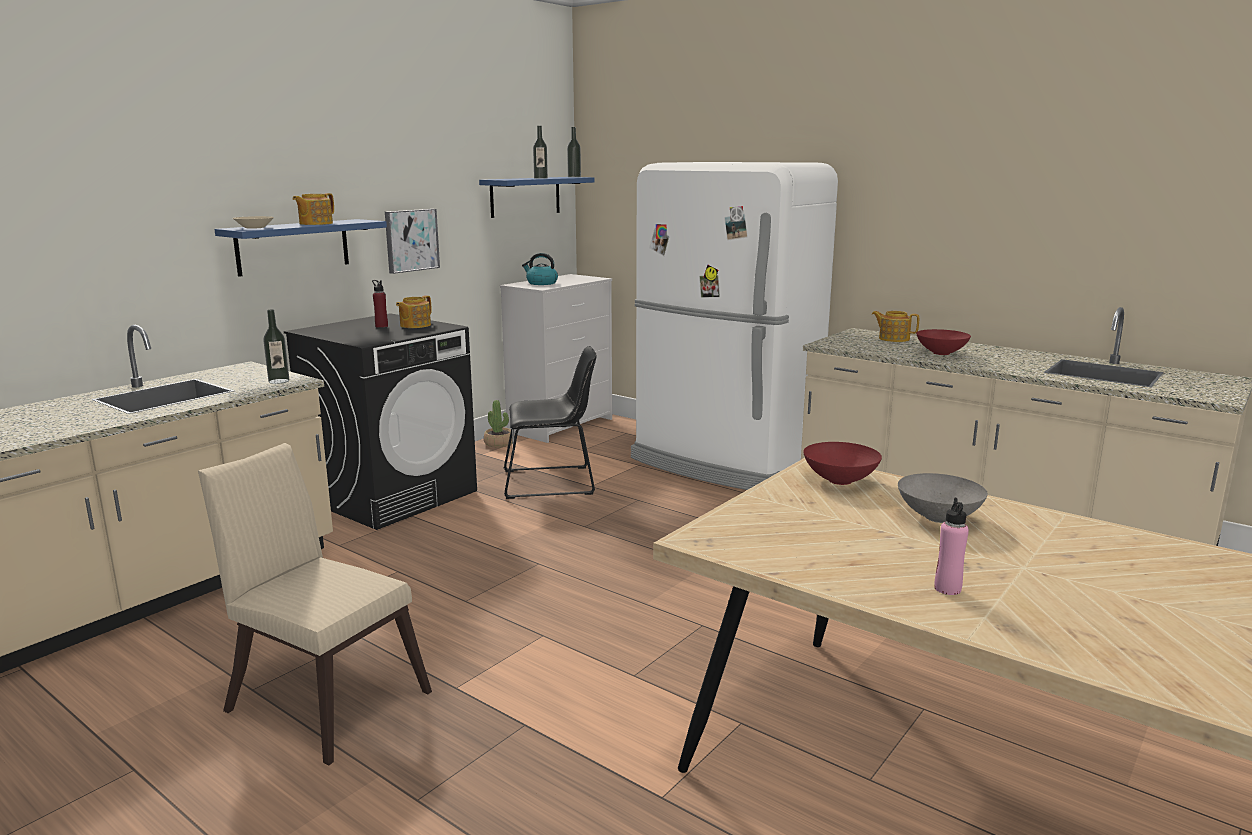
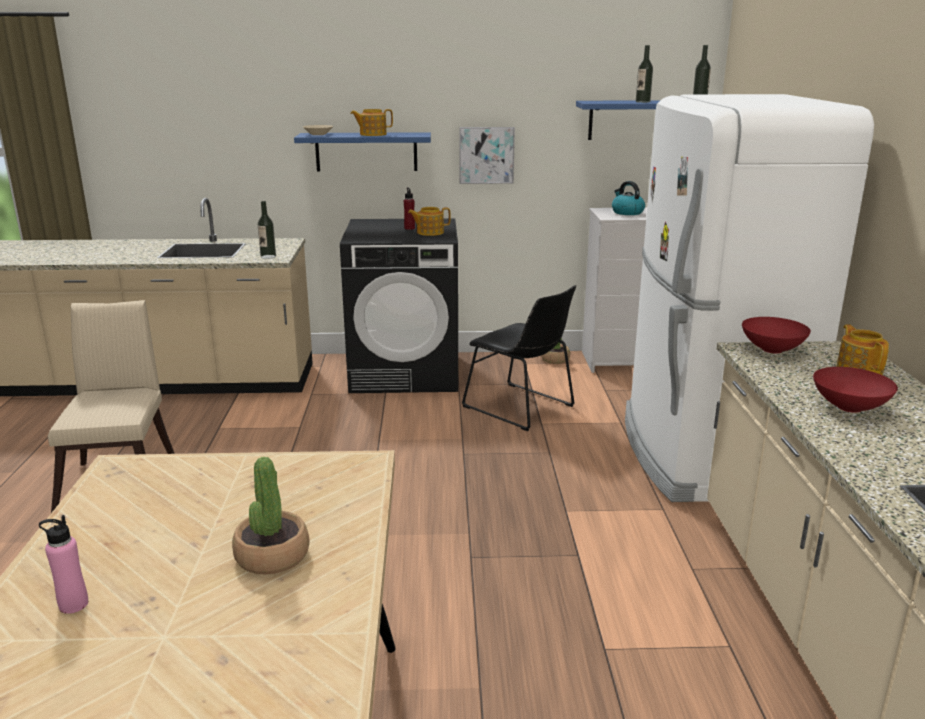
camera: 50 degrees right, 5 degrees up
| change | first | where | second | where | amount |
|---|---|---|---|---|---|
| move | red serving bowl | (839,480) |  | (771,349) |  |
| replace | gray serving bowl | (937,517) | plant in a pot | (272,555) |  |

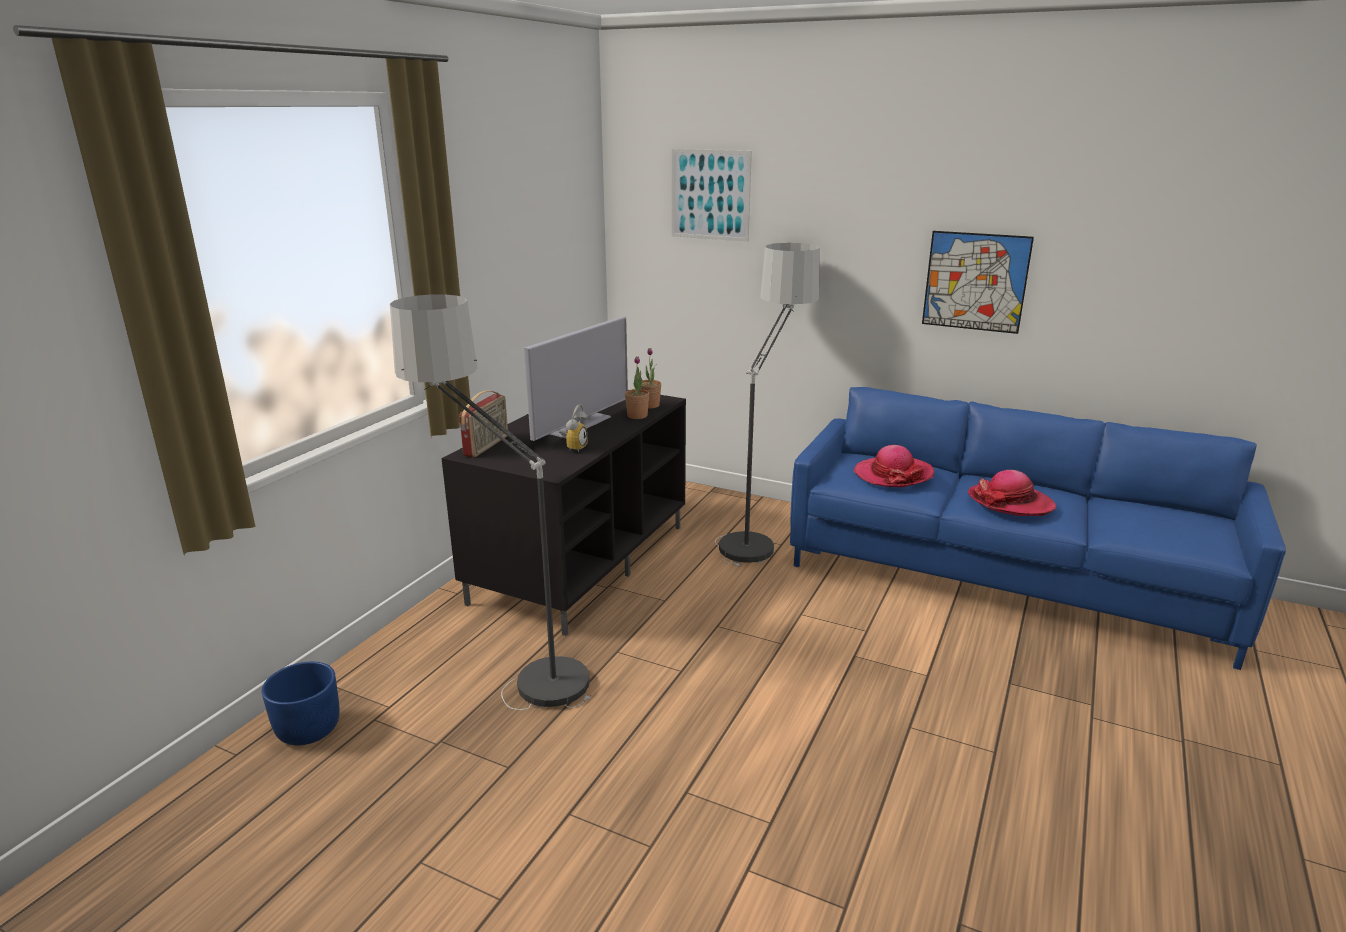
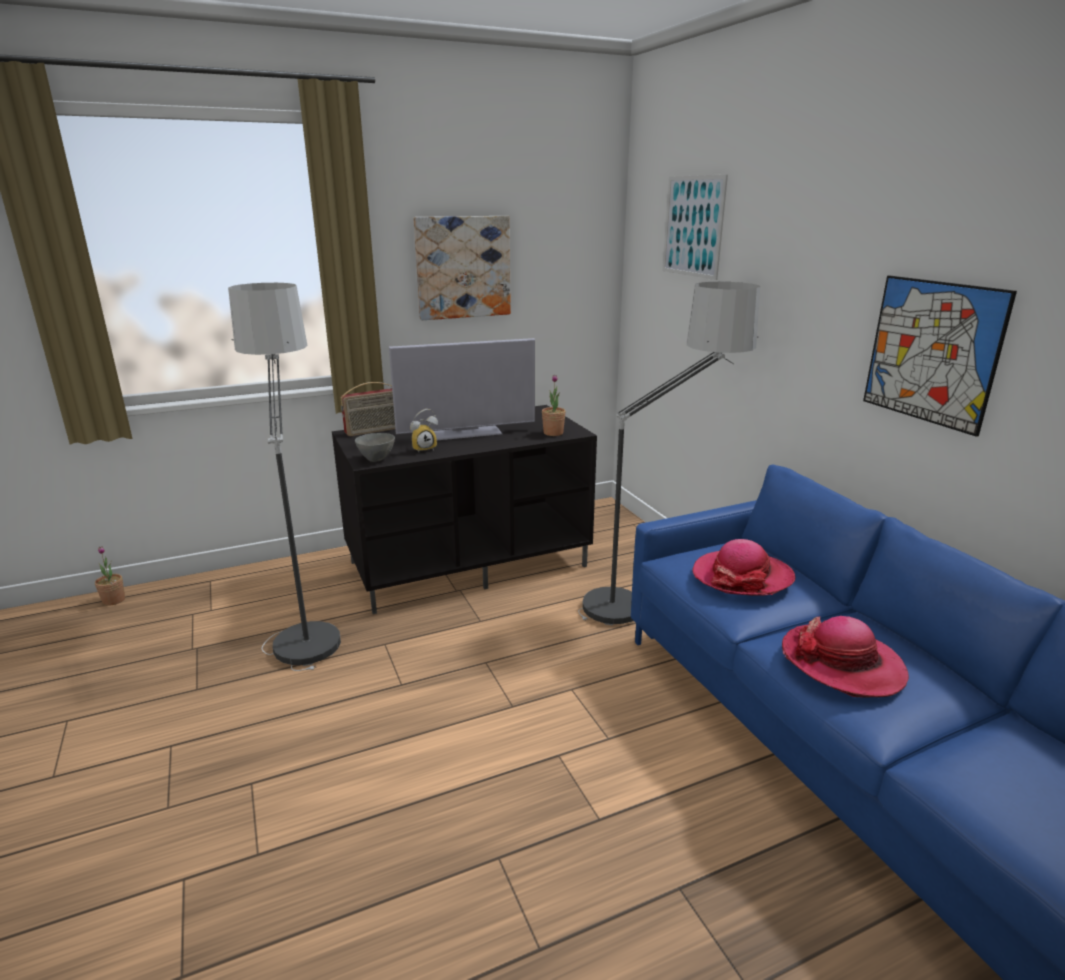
camera: 40 degrees right, 0 degrees up
| change | first | where | second | where | amount |
|---|---|---|---|---|---|
| delete | blue-coloured flower pot | (309,729) |  |  |  |
| insert |  |  | gray serving bowl | (376,459) |  |
| insert |  |  | wall art | (463,267) |  |
| move | plant in a pot | (637,416) |  | (114,600) |  |

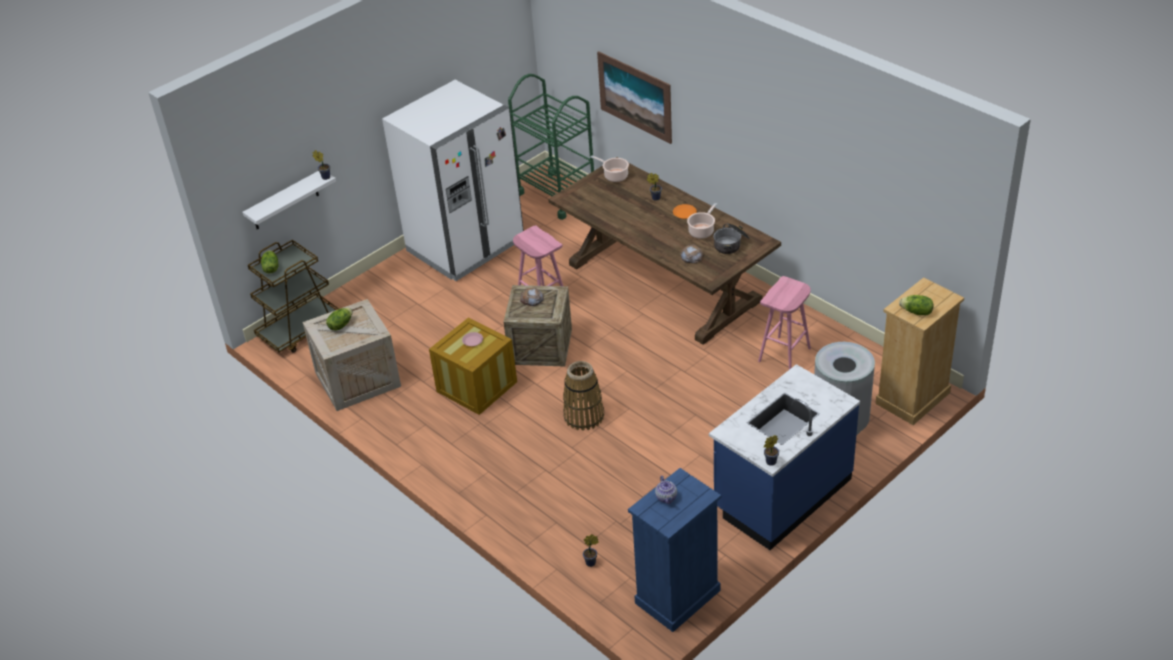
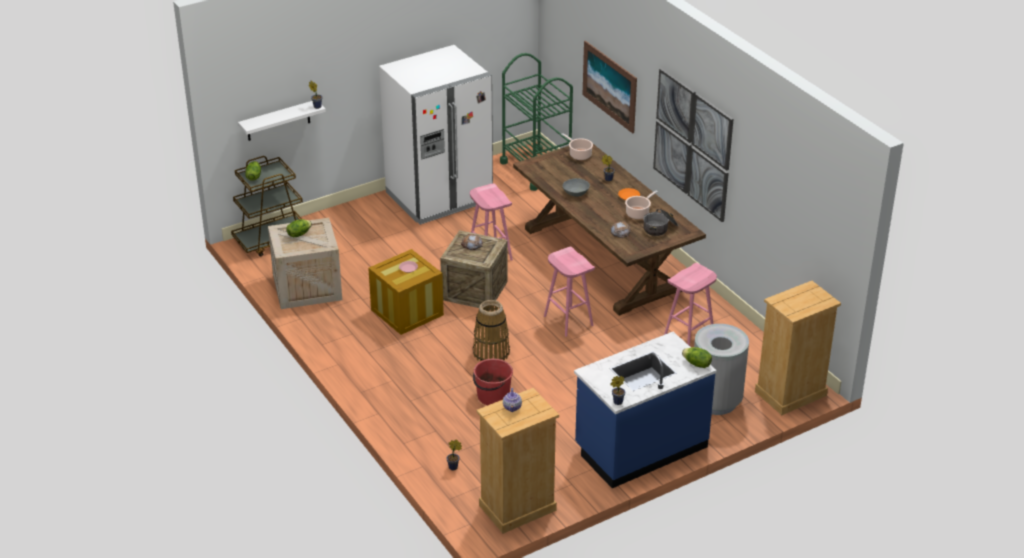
camera: 10 degrees right, 5 degrees down
| change | first | where | second | where | amount |
|---|---|---|---|---|---|
| insert |  |  | red bucket | (492,396) |  |
| insert |  |  | pinkish sitting stool | (567,320) |  |
| insert |  |  | gray serving bowl | (576,193) |  |
| insert |  |  | wall art | (692,144) |  |
| move | lettuce head | (916,312) |  | (696,364) |  |
| recolor | blue-coloured chest of drawers | (677,597) | beige-coloured chest of drawers | (517,508) |  |

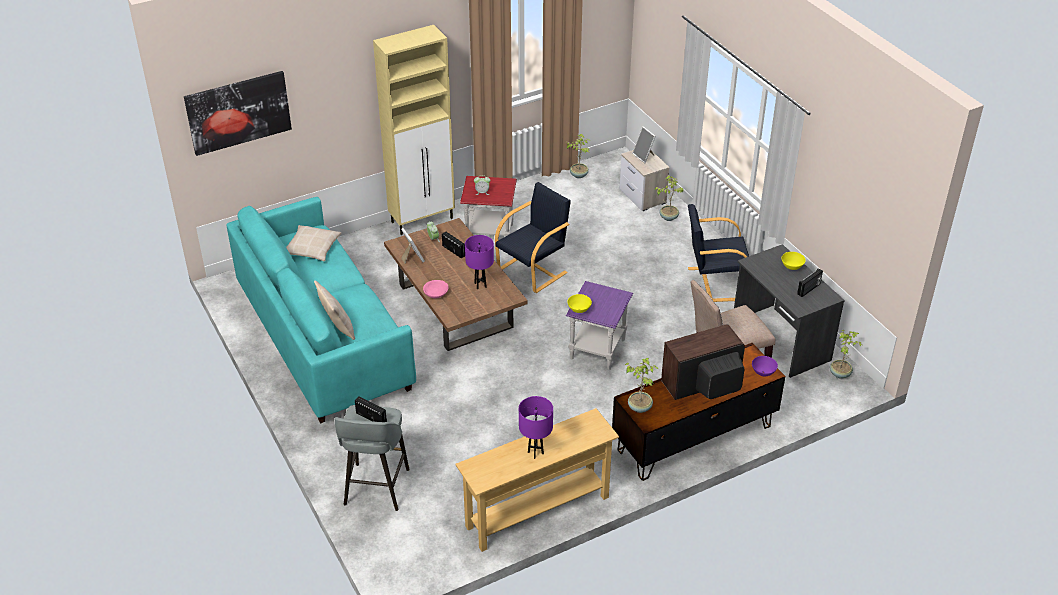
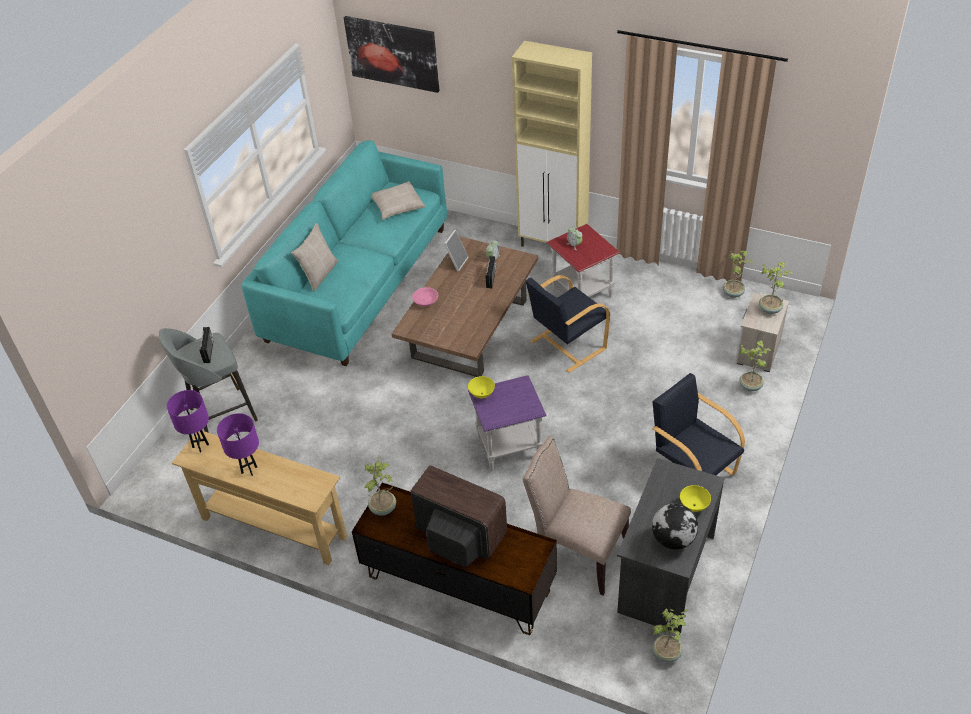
camera: 55 degrees right, 5 degrees up
| change | first | where | second | where | amount |
|---|---|---|---|---|---|
| delete | purple serving bowl | (763,373) |  |  |  |
| move | purple tabletop lamp | (480,285) |  | (200,446) |  |
| replace | standing frame | (644,156) | plant in a pot | (770,309) |  |
| replace | radio receiver | (809,289) | world globe | (673,539) |  |
| rotate | blackish armchair | (533,270) |  | (566,345) | 135 degrees clockwise |

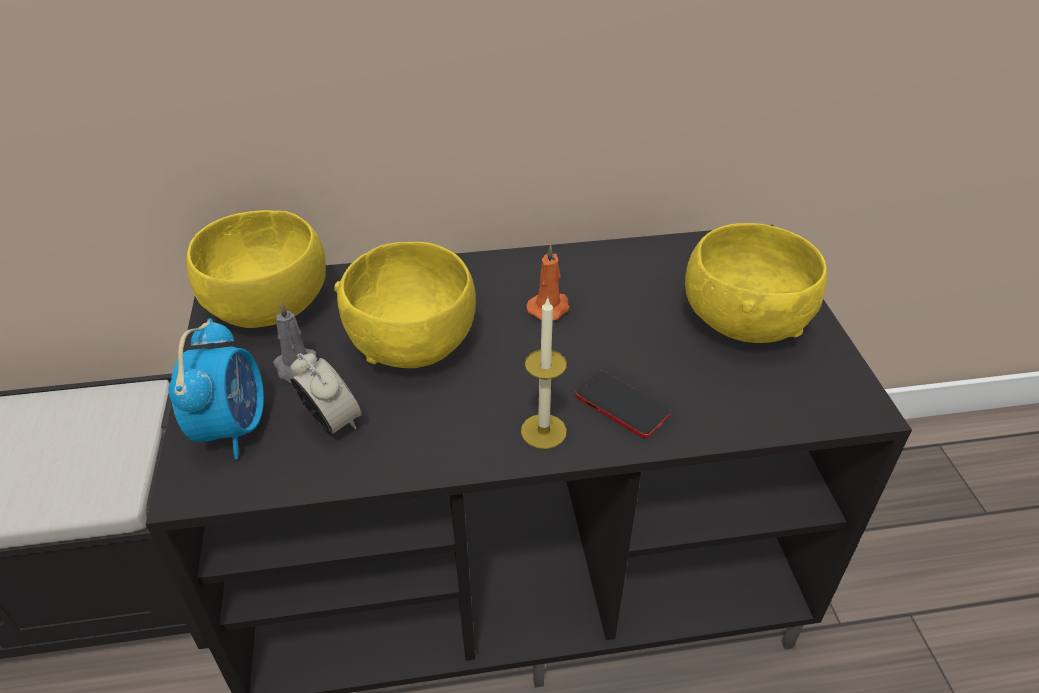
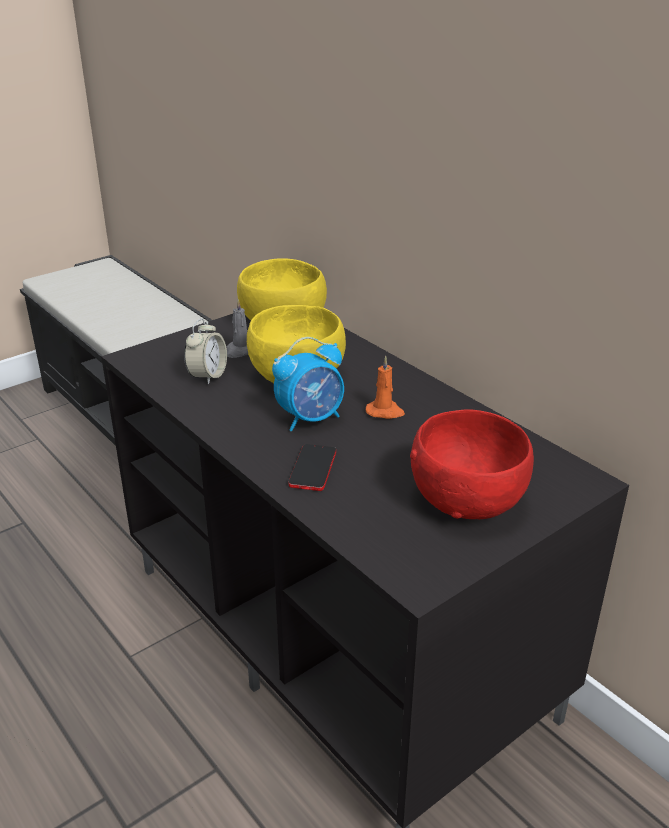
camera: 60 degrees right, 10 degrees down
| change | first | where | second | where | amount |
|---|---|---|---|---|---|
| delete | wax light | (543,431) |  |  |  |
| move | alarm clock | (232,428) |  | (311,418) |  |
| recolor | yellow-coloured serving bowl | (743,321) | red serving bowl | (466,499) |  |

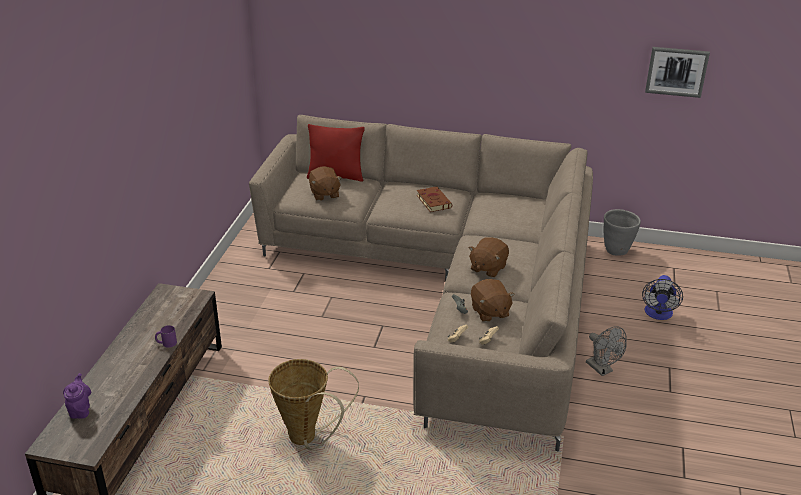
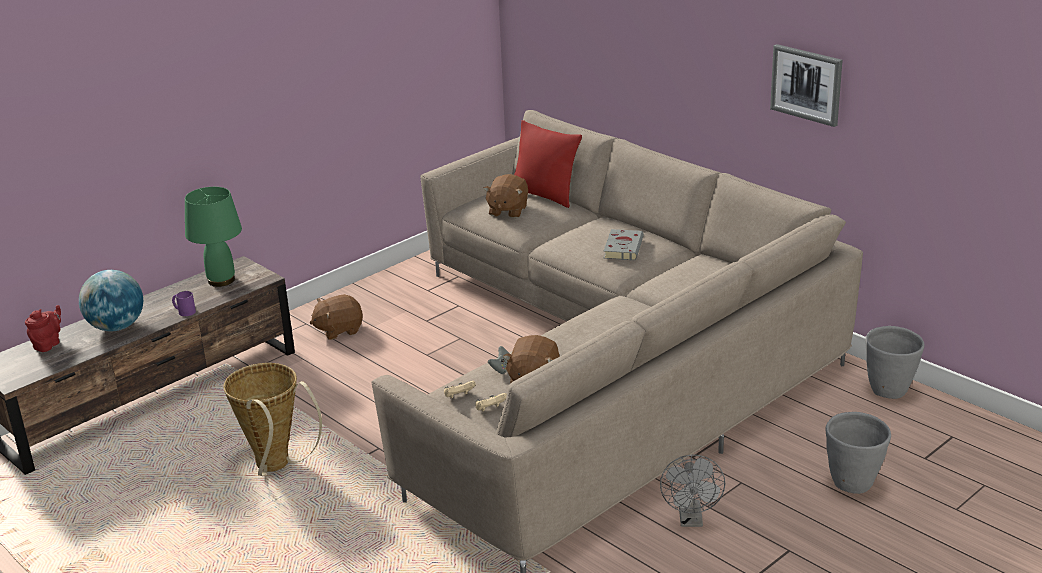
camera: 35 degrees right, 5 degrees down
| change | first | where | second | where | amount |
|---|---|---|---|---|---|
| insert |  |  | world globe | (116,327) |  |
| insert |  |  | green-coloured tabletop lamp | (221,281) |  |
| move | brown soft toy | (487,268) |  | (339,330) |  |
| move | wall art | (676,71) |  | (806,84) |  |
| replace | electric fan | (658,314) | gray flower pot | (853,484) |  |
| recolor | purple teapot | (80,409) | red teapot | (48,344) |  |
| recolor | brown book | (433,201) | gray book | (623,247) |  |

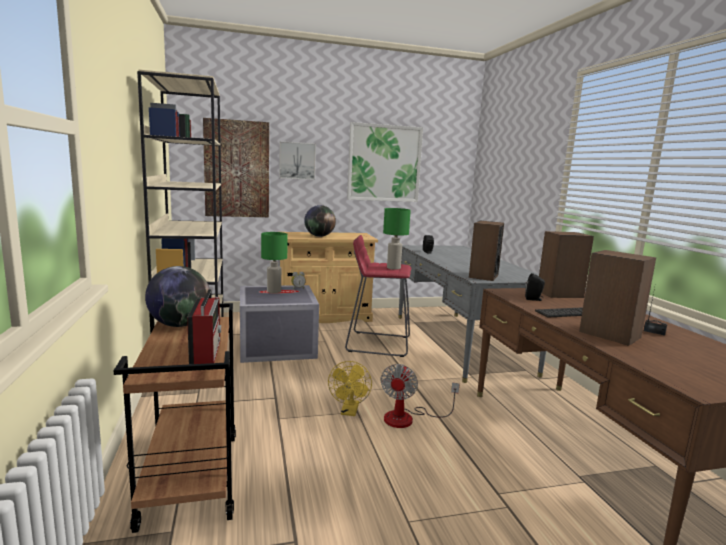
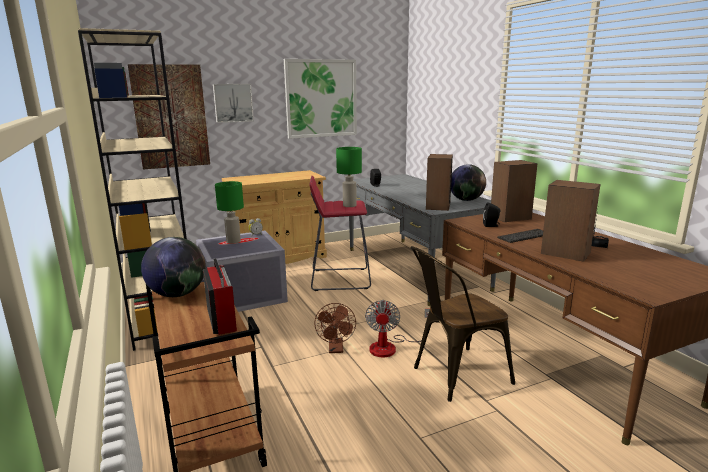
camera: 10 degrees left, 5 degrees up
| change | first | where | second | where | amount |
|---|---|---|---|---|---|
| insert |  |  | brown upright chair | (454,376) |  |
| move | world globe | (319,236) |  | (466,200) |  |
| recolor | yellow-coloured electric fan | (349,412) | brown electric fan | (336,349) |  |

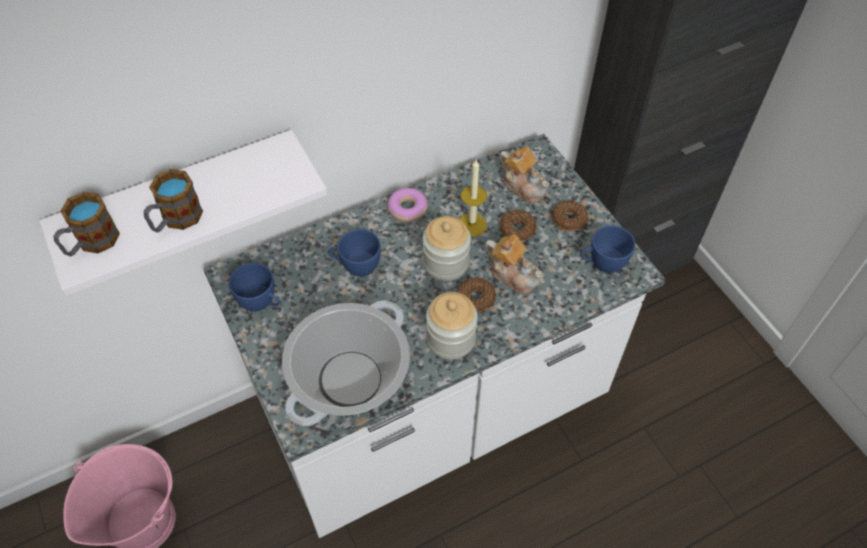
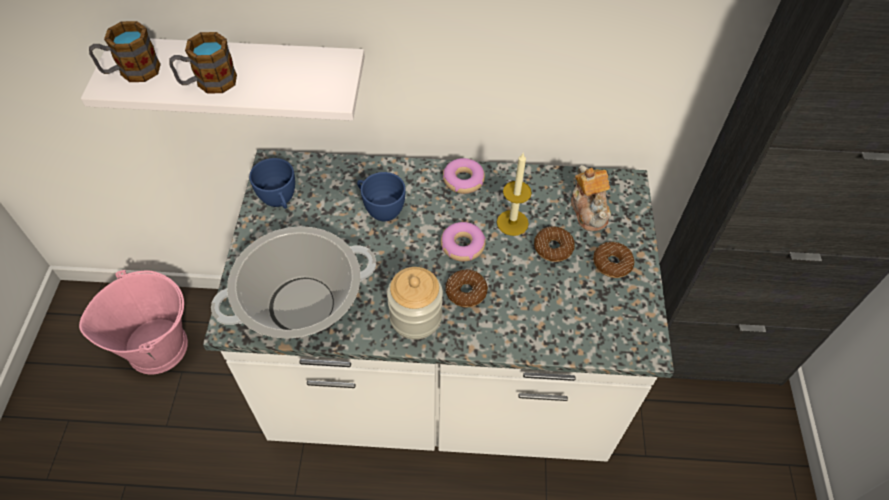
camera: 30 degrees right, 0 degrees up
| change | first | where | second | where | amount |
|---|---|---|---|---|---|
| delete | teapot | (513,274) |  |  |  |
| delete | blue-coloured cup | (602,264) |  |  |  |
| replace | storage jar | (446,263) | donut | (462,246) |  |

